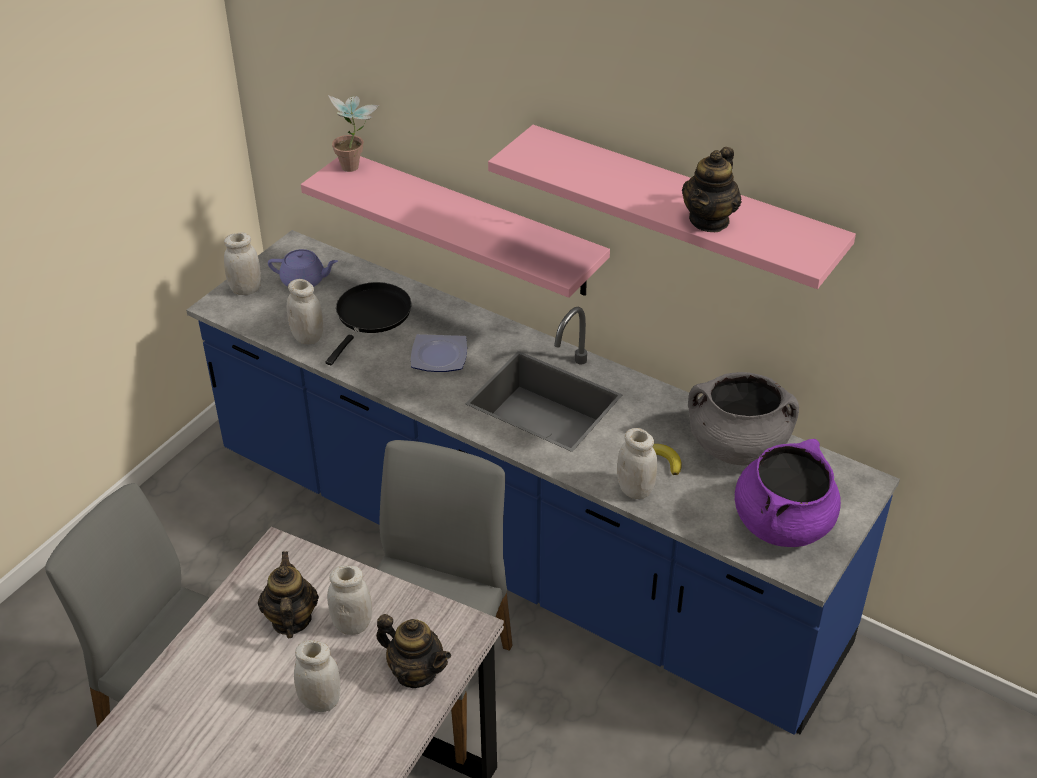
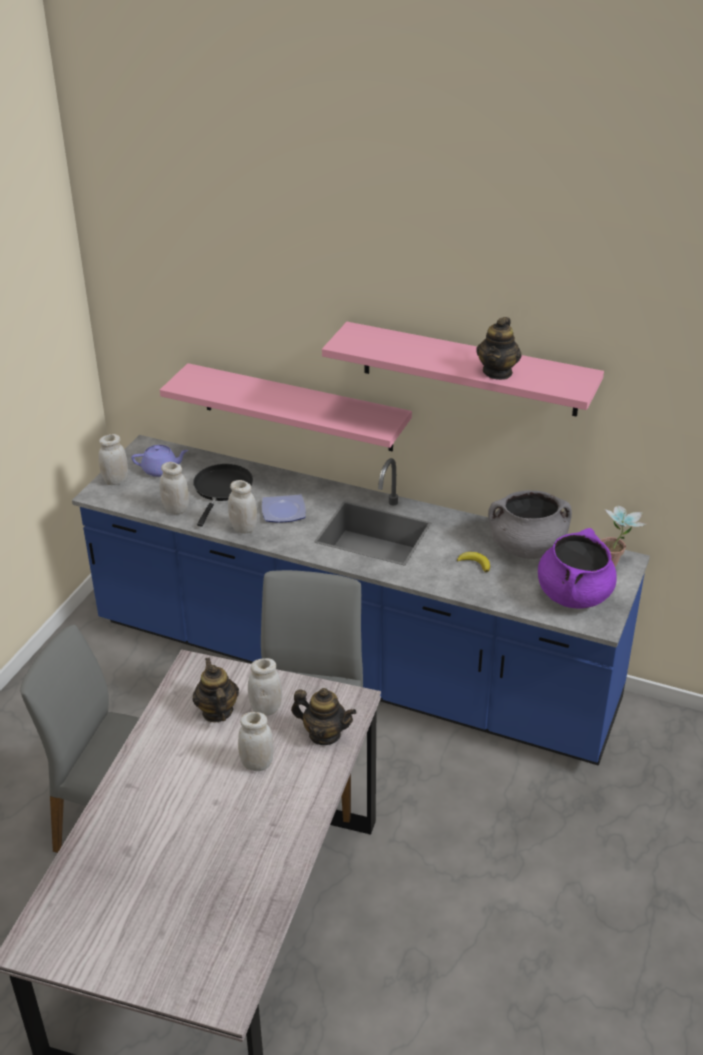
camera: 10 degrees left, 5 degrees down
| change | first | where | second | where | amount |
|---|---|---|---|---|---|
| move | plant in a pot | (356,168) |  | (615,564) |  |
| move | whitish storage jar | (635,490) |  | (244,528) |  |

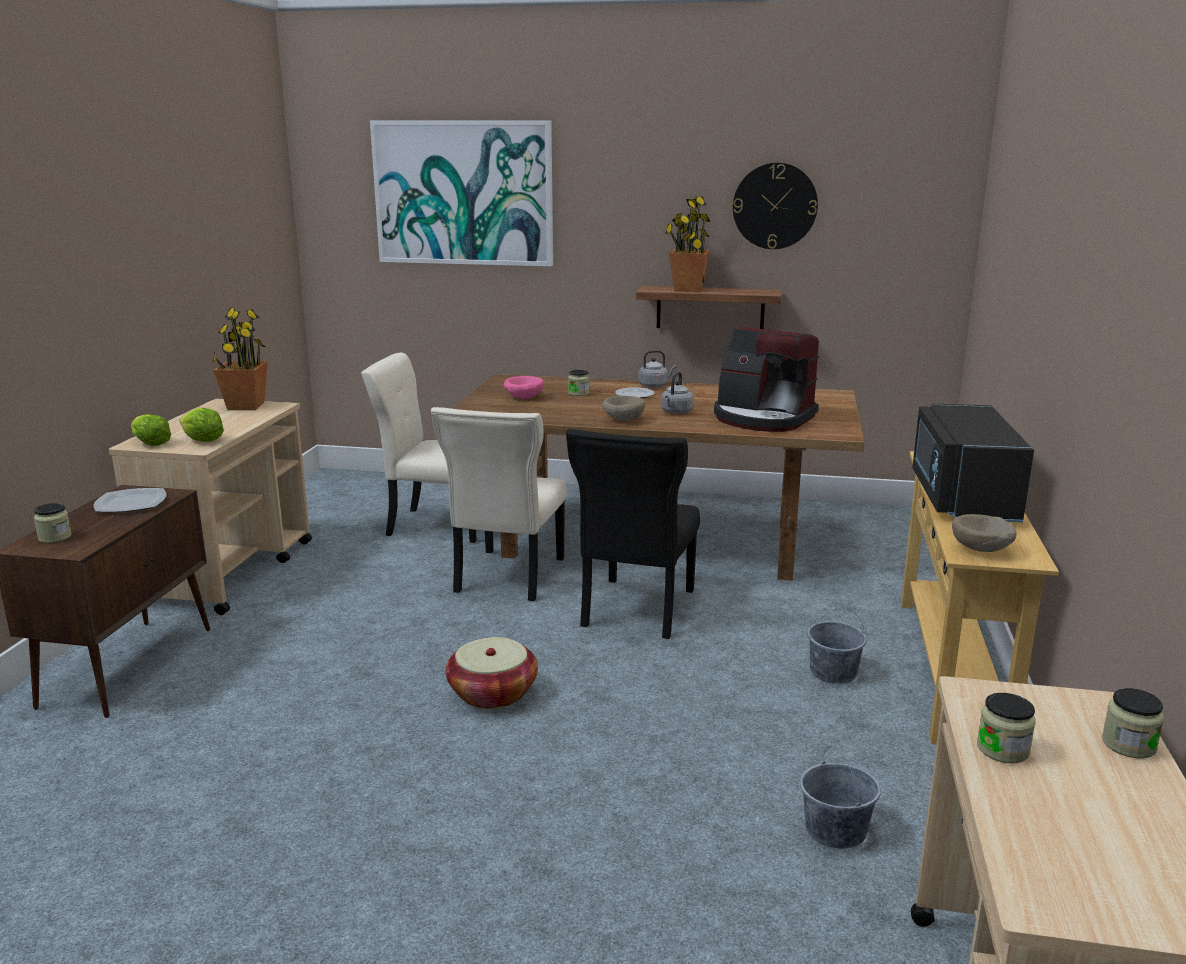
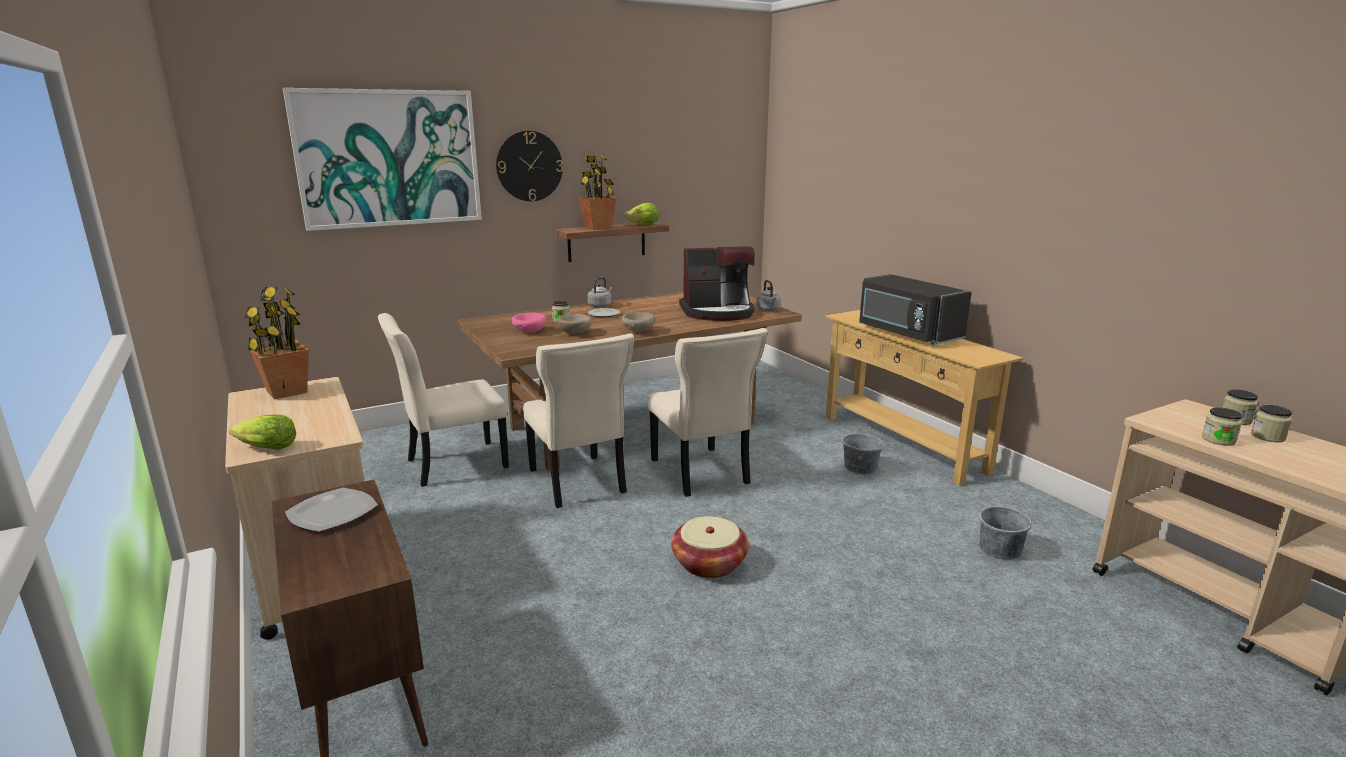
camera: 40 degrees left, 0 degrees up
| change | first | where | second | where | amount |
|---|---|---|---|---|---|
| move | storage jar | (55,537) |  | (1267,437) |  |
| move | lettuce head | (203,441) |  | (644,225) |  |
| move | gray kettle | (676,412) |  | (768,310) |  |
| move | hanging clock | (775,206) |  | (529,166) |  |
| move | beige-coloured serving bowl | (982,550) |  | (575,333) |  |
| recolor | blackish upright chair | (636,610) | beige-coloured upright chair | (701,473) |  |

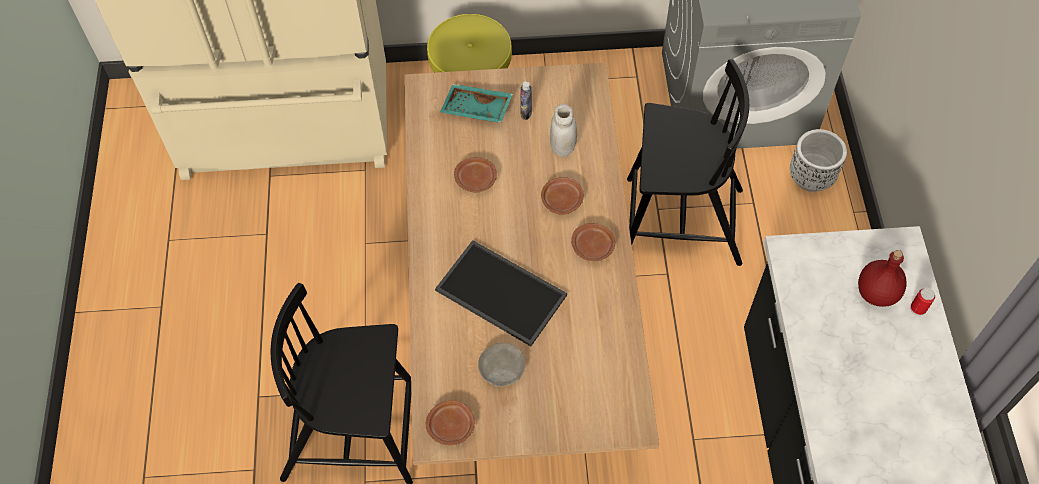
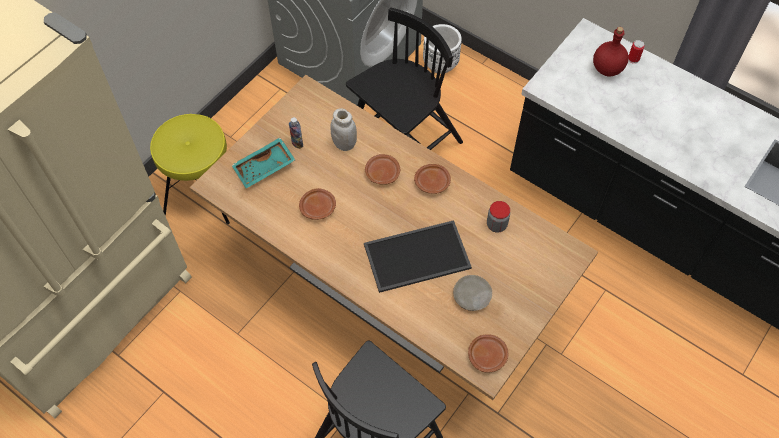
camera: 50 degrees left, 0 degrees up
| change | first | where | second | where | amount |
|---|---|---|---|---|---|
| insert |  |  | storage jar | (496,225) |  |

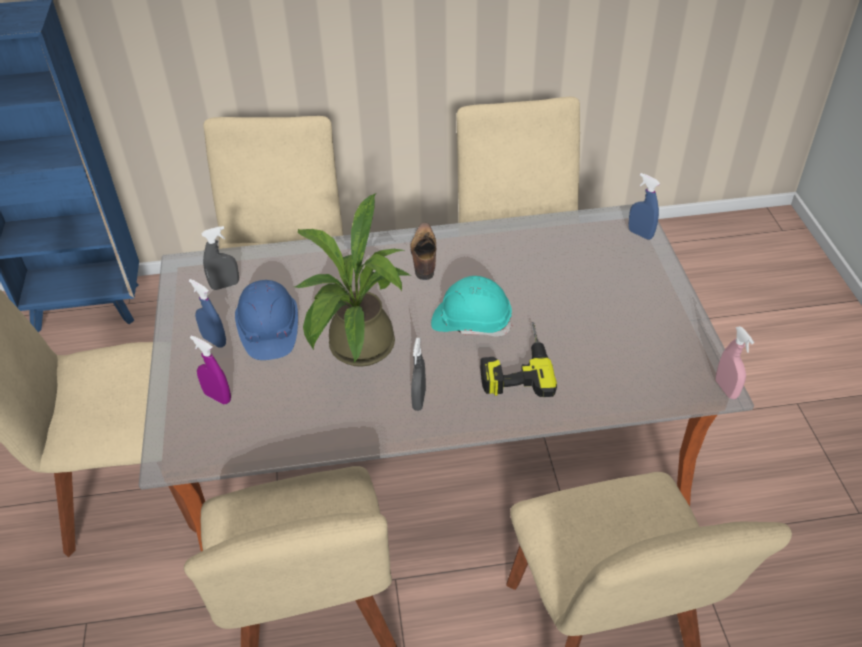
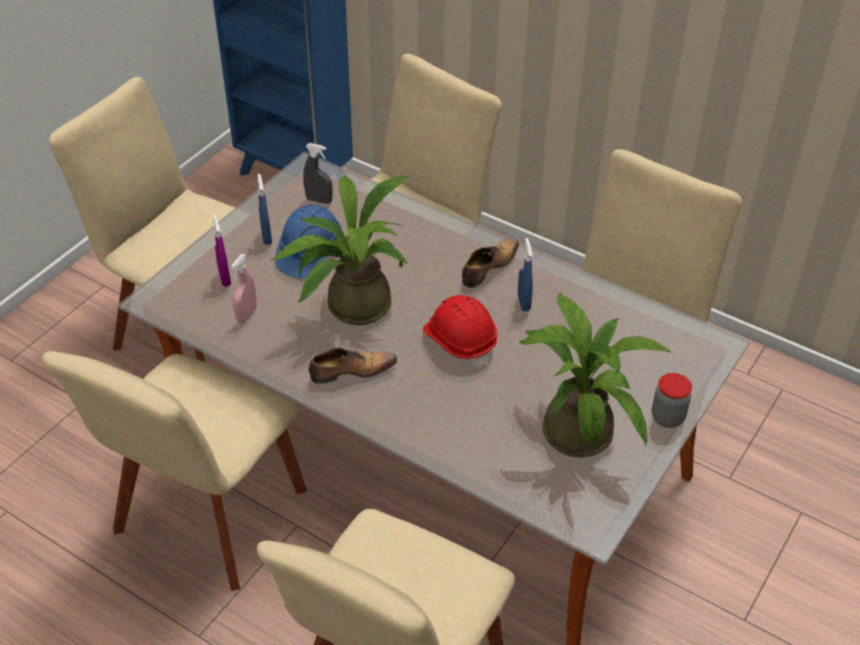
camera: 40 degrees right, 0 degrees up
| change | first | where | second | where | amount |
|---|---|---|---|---|---|
| delete | drill | (514,364) |  |  |  |
| insert |  |  | plant in a pot | (577,426) |  |
| insert |  |  | storage jar | (667,417) |  |
| move | blue-coloured hand sprayer | (640,234) |  | (523,302) |  |
| move | pinkish hand sprayer | (726,389) |  | (246,314) |  |
| replace | gray hand sprayer | (419,400) | low shoe | (351,371) |  |
| recolor | blue-green safety helmet | (471,322) | red safety helmet | (460,341) |  |

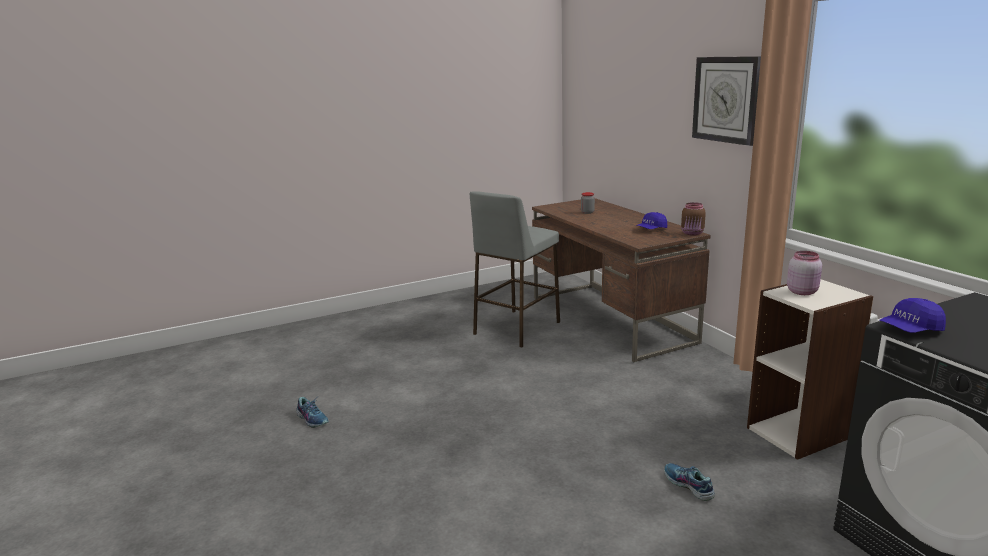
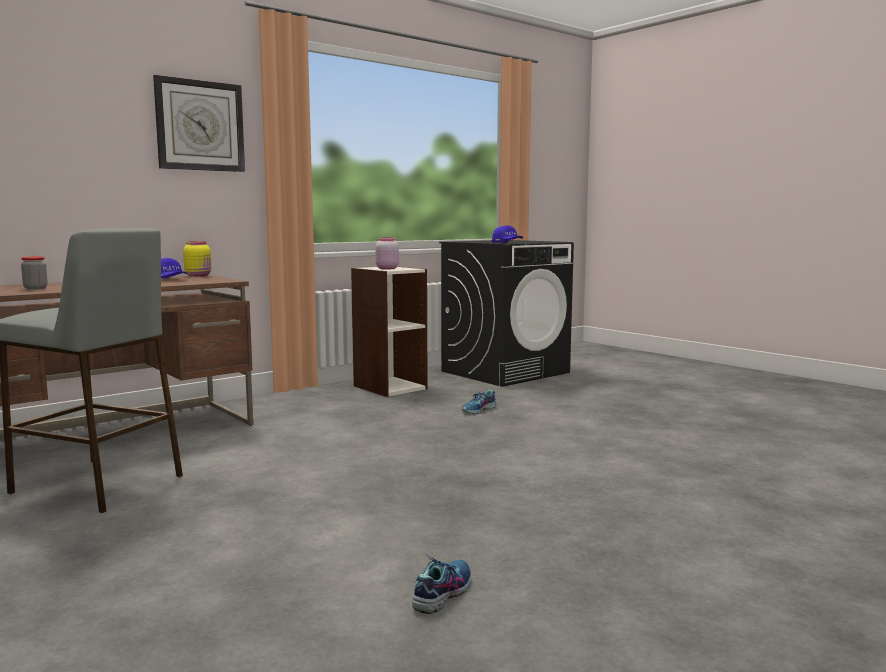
camera: 105 degrees left, 10 degrees down
| change | first | where | second | where | amount |
|---|---|---|---|---|---|
| recolor | brown storage jar | (692,233) | yellow-coloured storage jar | (199,275) |  |

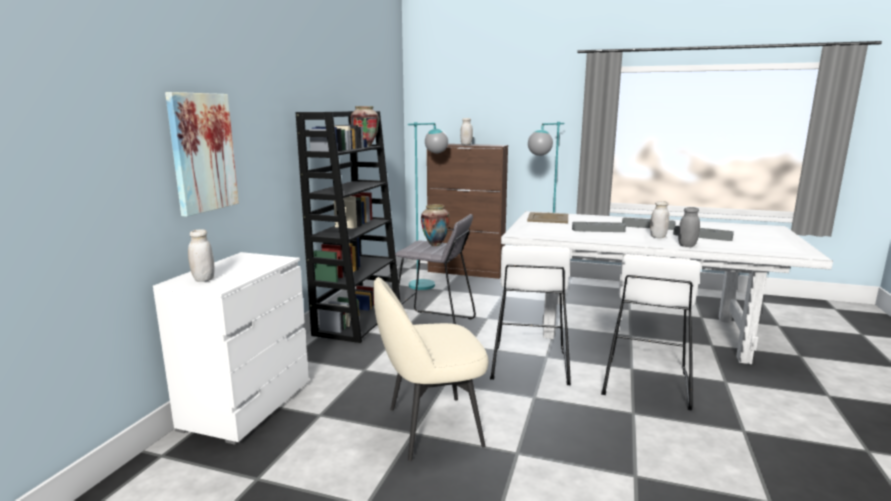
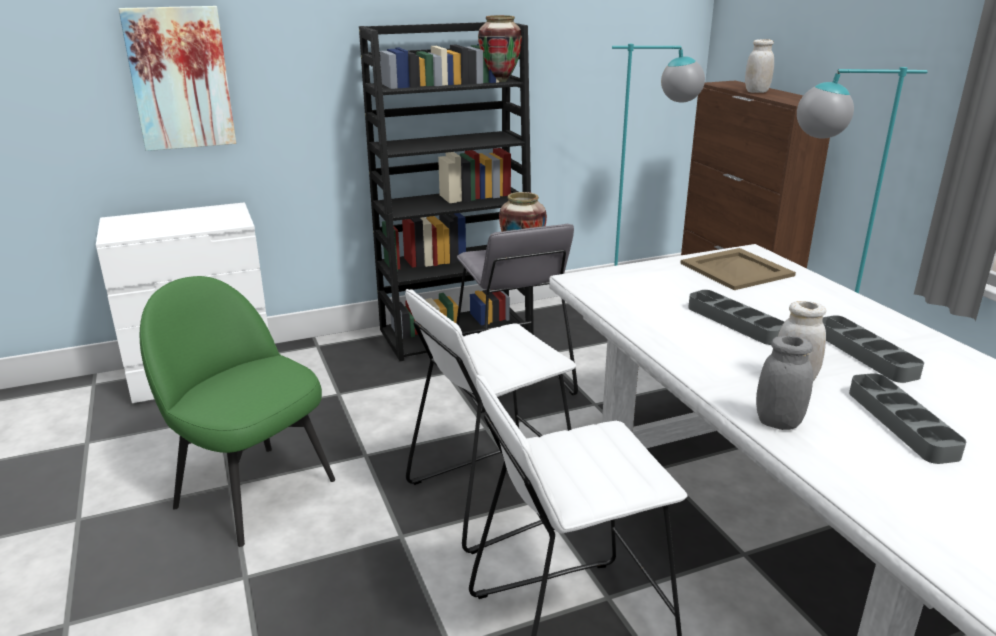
camera: 50 degrees right, 10 degrees up
| change | first | where | second | where | amount |
|---|---|---|---|---|---|
| delete | whitish storage jar | (203,279) |  |  |  |
| recolor | beige-coloured upright chair | (431,427) | green-coloured upright chair | (253,491) |  |

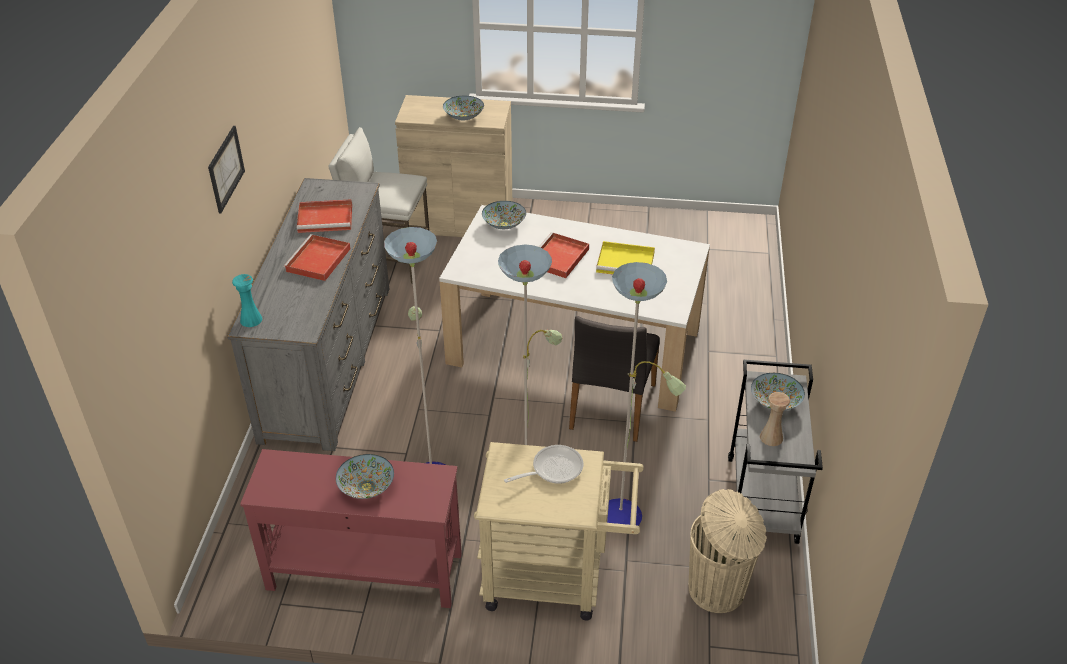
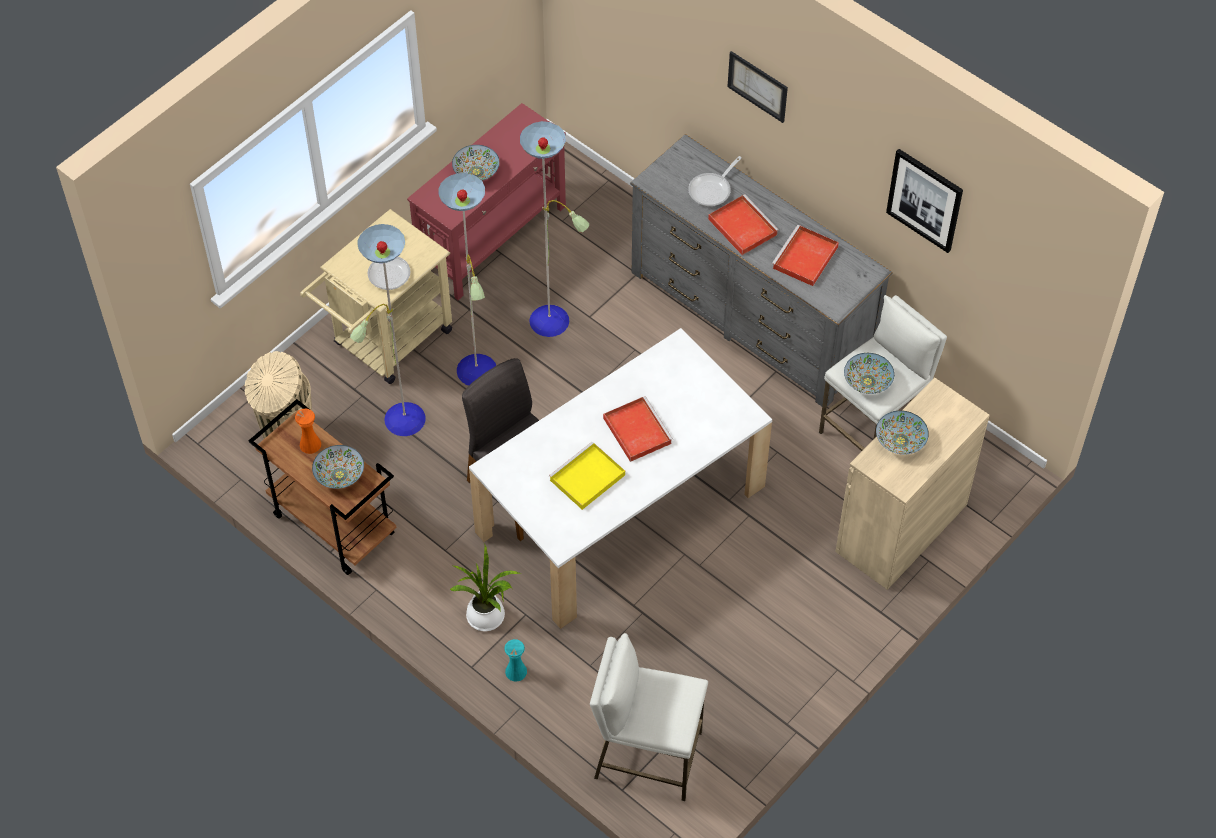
camera: 125 degrees right, 15 degrees up
| change | first | where | second | where | amount |
|---|---|---|---|---|---|
| insert |  |  | plant in a pot | (488,617) |  |
| insert |  |  | whitish sitting stool | (647,756) |  |
| insert |  |  | skillet | (712,190) |  |
| insert |  |  | wall art | (925,200) |  |
| move | blue-green vase | (251,320) |  | (516,671) |  |
| move | serving bowl | (504,224) |  | (867,381) |  |
| recolor | gray wheeled cart | (763,500) | brown wheeled cart | (332,524) |  |
| recolor | beige-coloured vase | (771,437) | orangey vase | (310,444) |  |

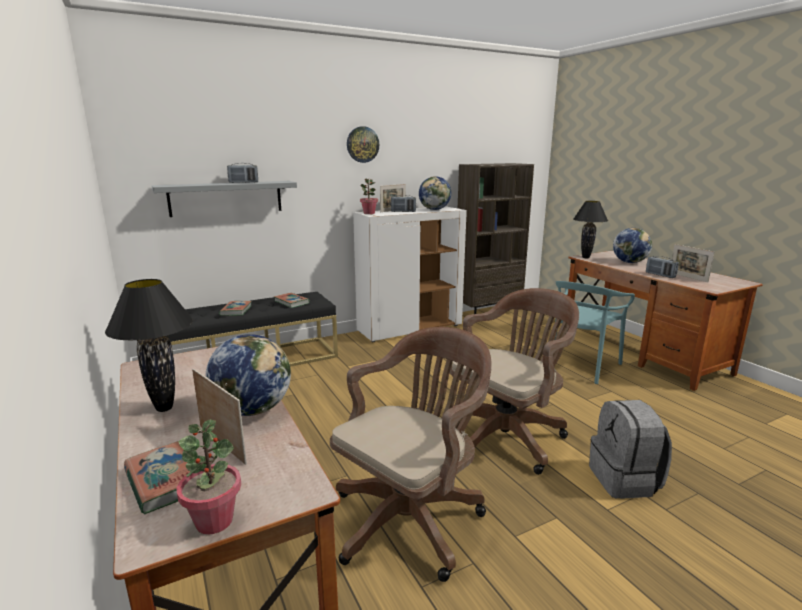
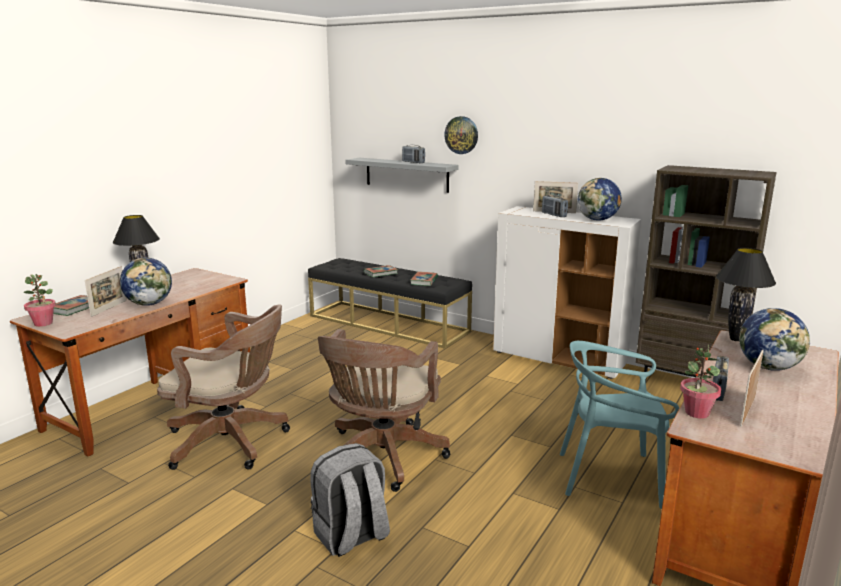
camera: 60 degrees right, 0 degrees up
| change | first | where | second | where | amount |
|---|---|---|---|---|---|
| move | hanging clock | (362,144) |  | (461,135) |  |
| move | plant in a pot | (369,213) |  | (696,413) |  |
| rotate | brown computer chair | (508,435) |  | (381,458) | 90 degrees clockwise |

